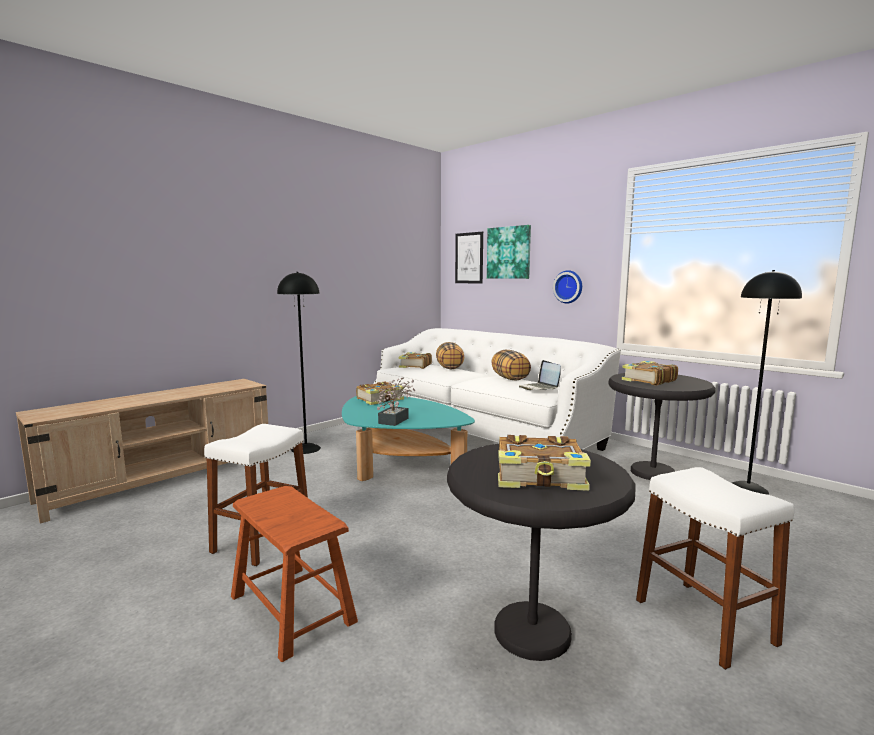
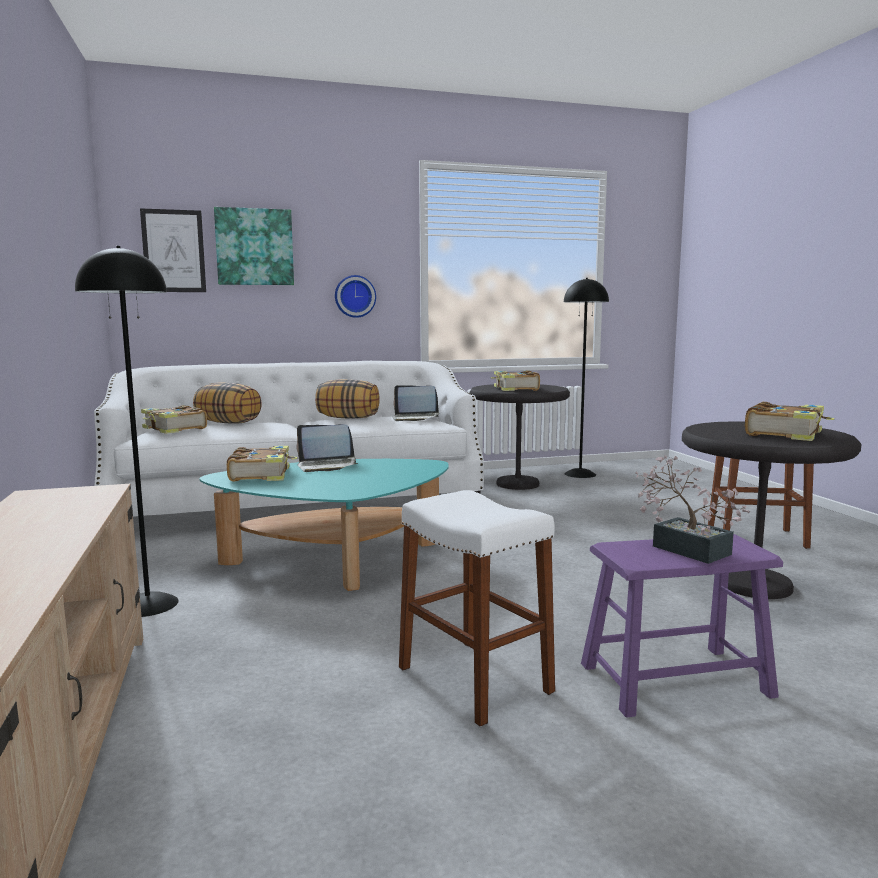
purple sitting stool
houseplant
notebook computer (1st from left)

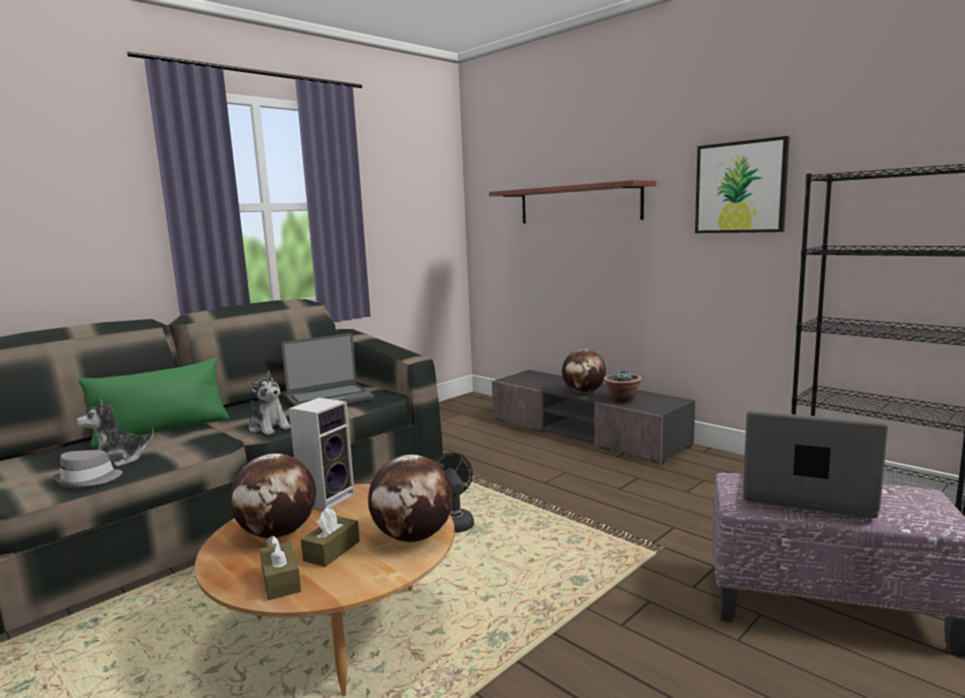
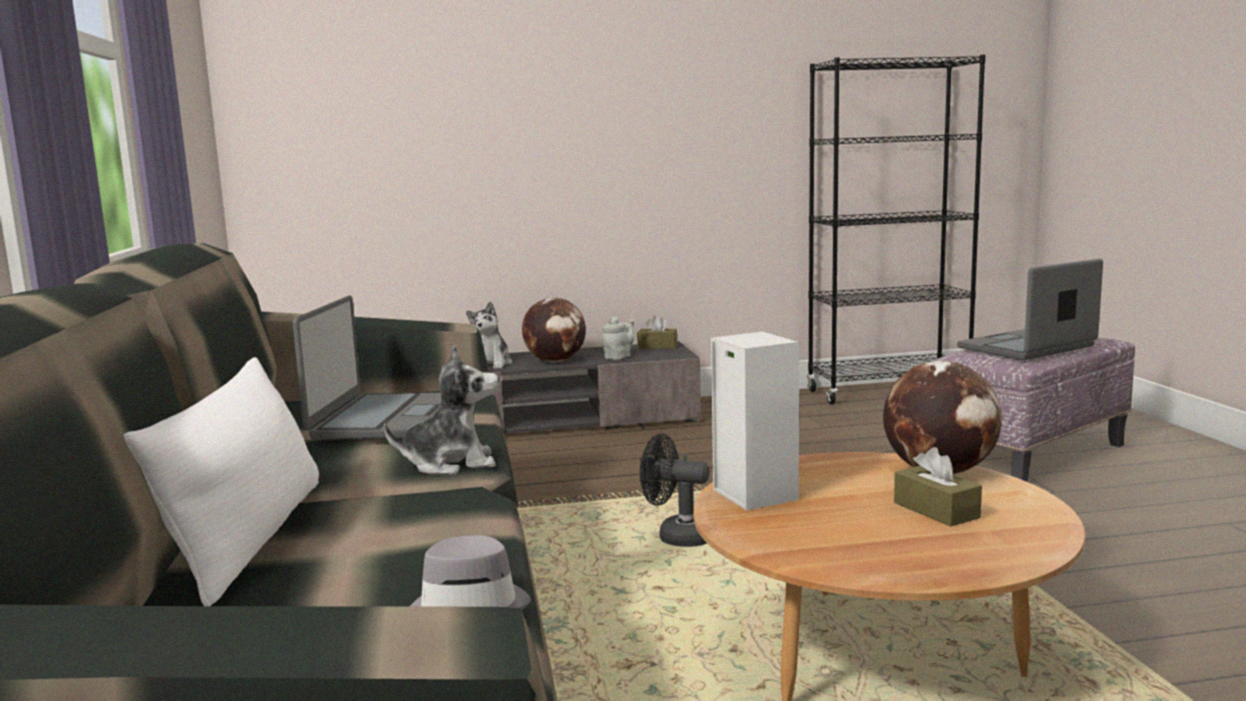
cuddly toy (2nd from left)
white pillow
desk globe (1st from left in the first image)
brown-coloured tissue box (1st from left)
wall shelf
gray teapot
wall art

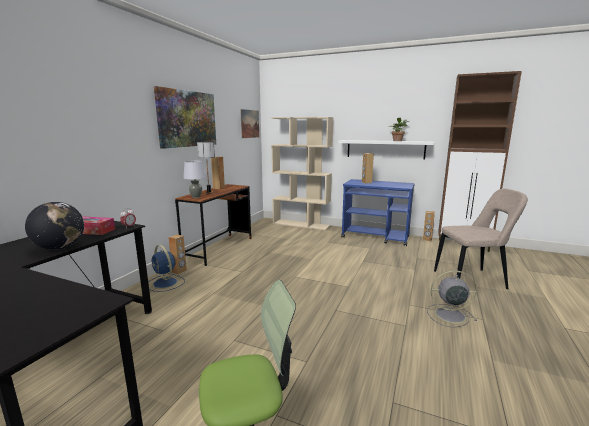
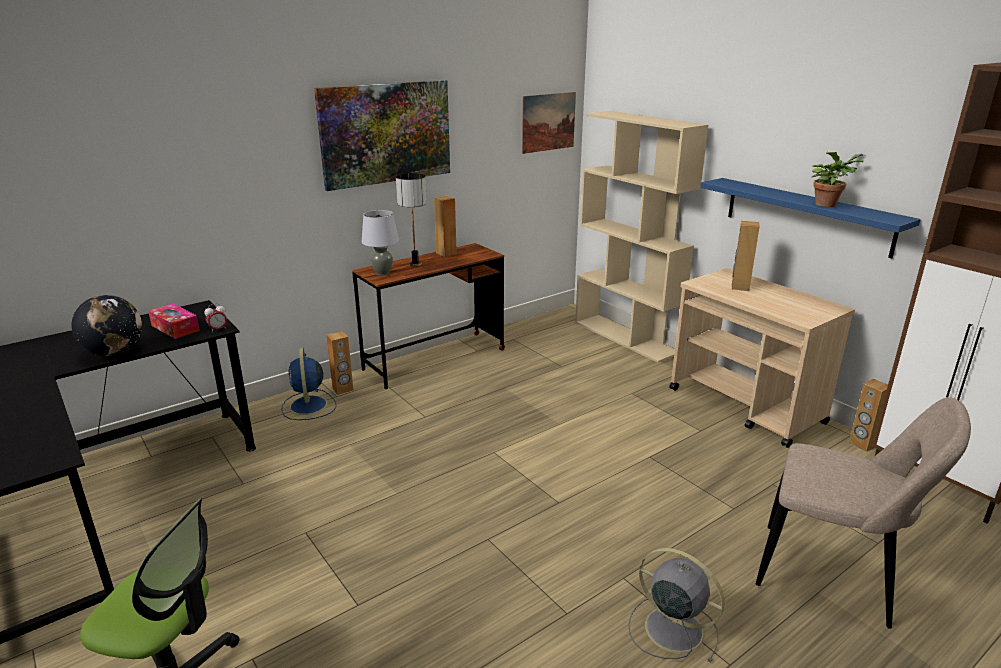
bluish wall shelf
beige-coloured wheeled cart

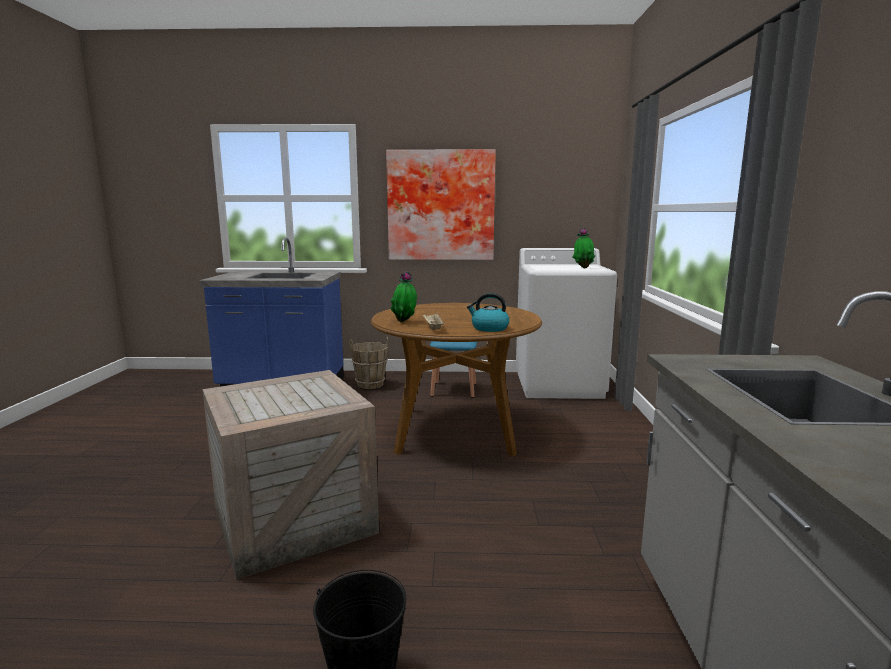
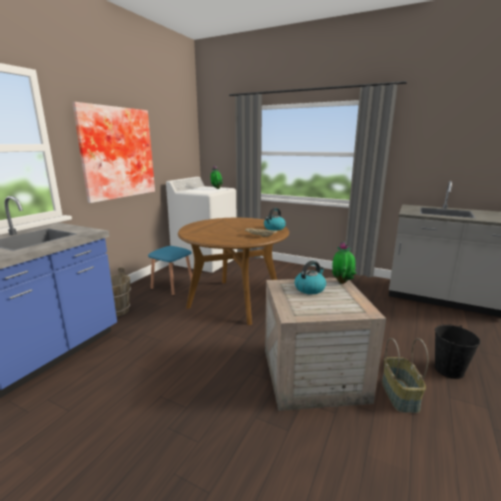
houseplant (2nd from left)
tea kettle (2nd from left)
storage basket

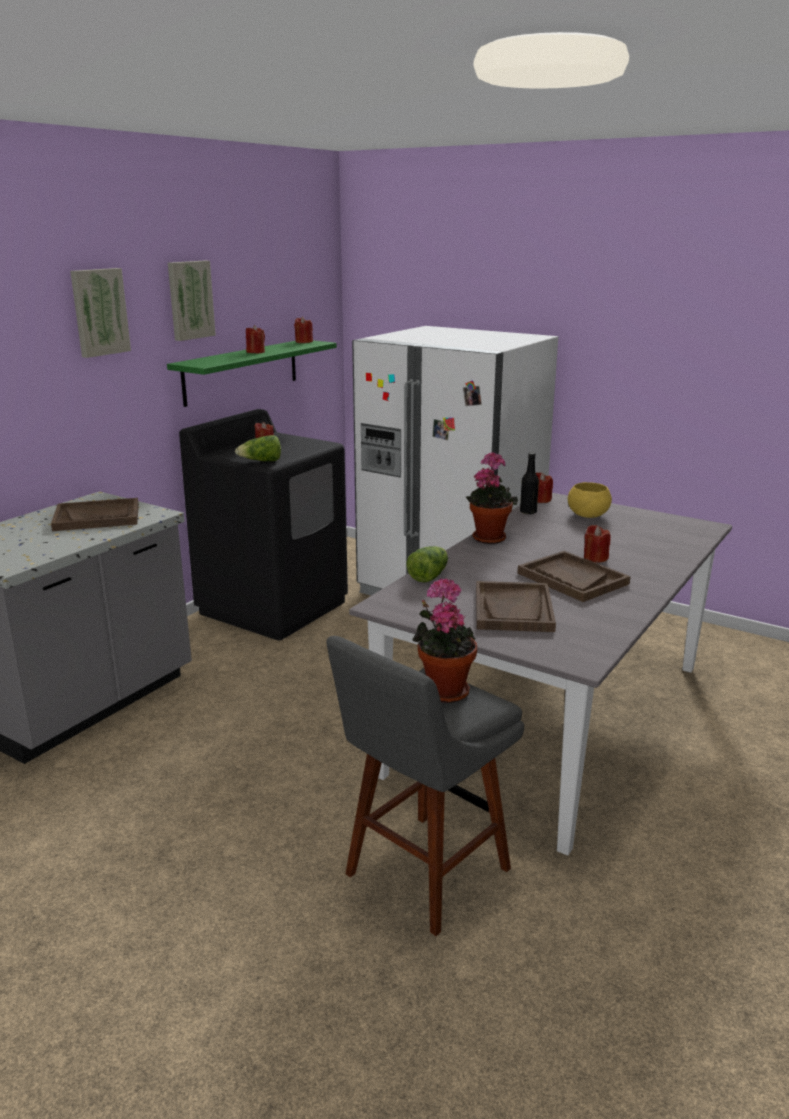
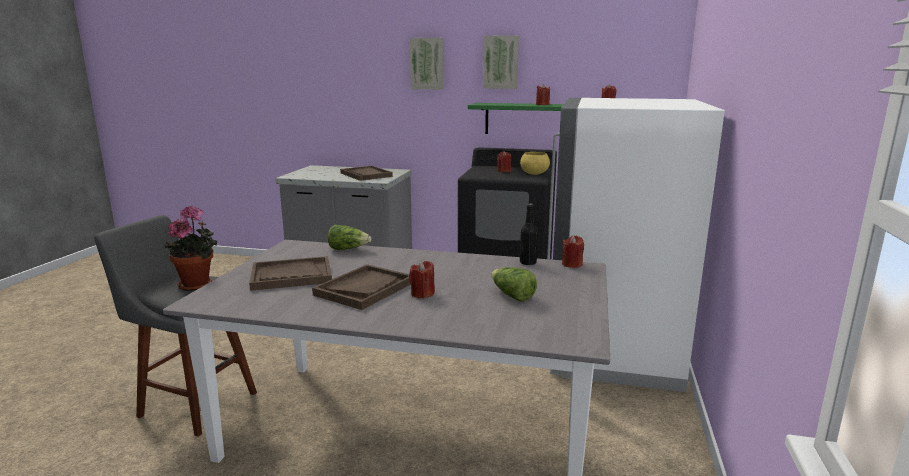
head of lettuce (2nd from left)
houseplant (2nd from left in the first image)
yellow-coloured deep dish

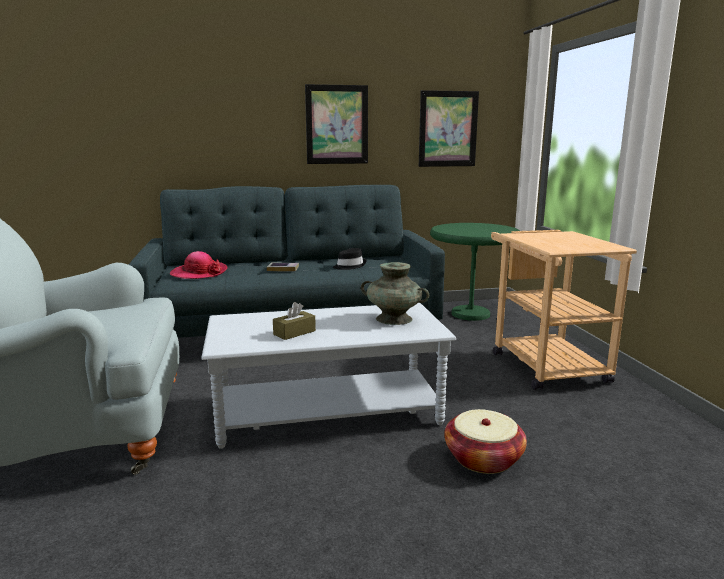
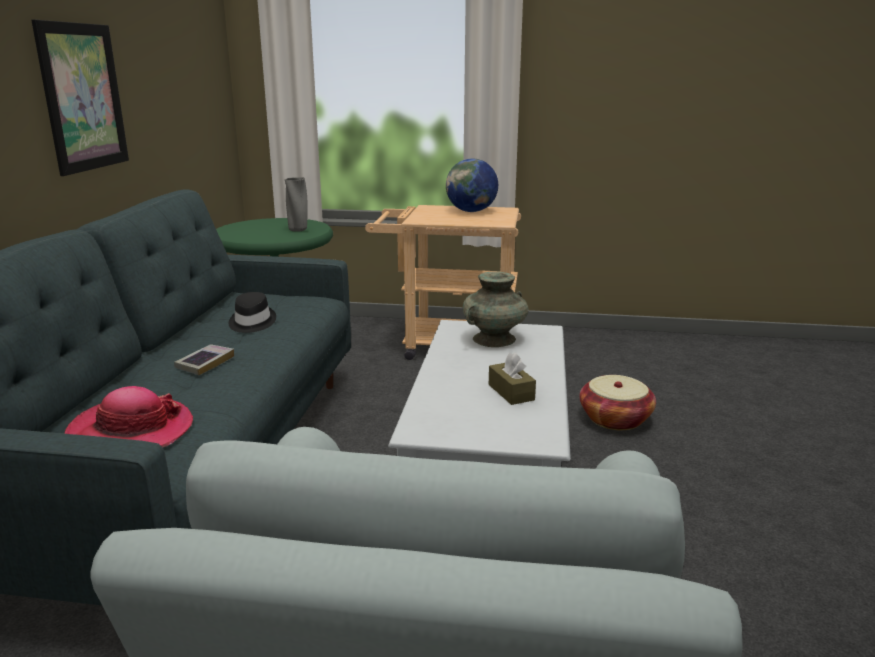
wall art (2nd from left in the first image)
gray flower vase
desk globe

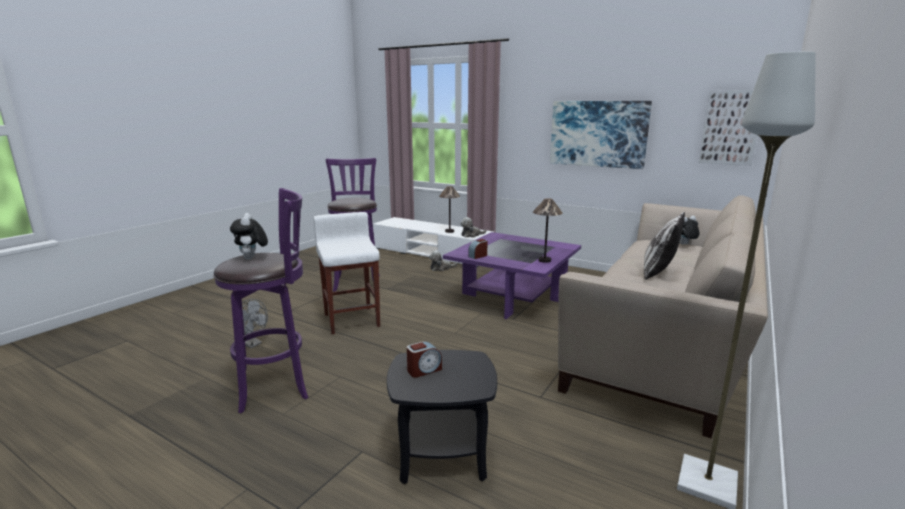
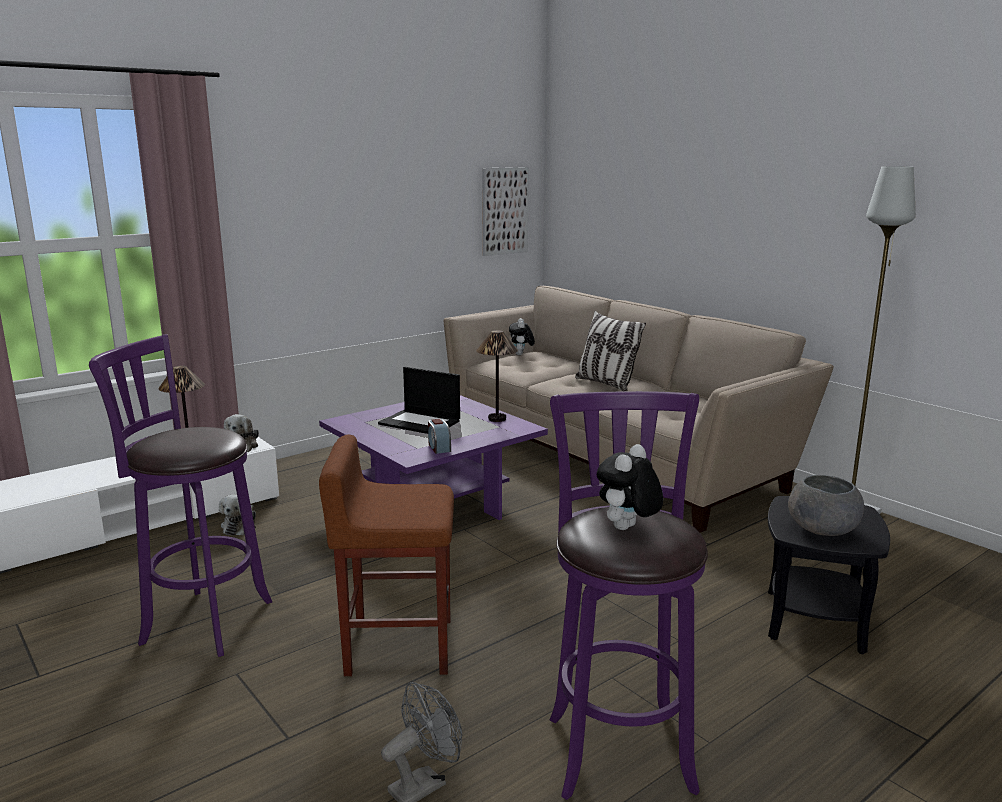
cuddly toy (4th from left)
brown-coloured sitting stool
gray deep dish
wall art (1st from left in the first image)
notebook computer

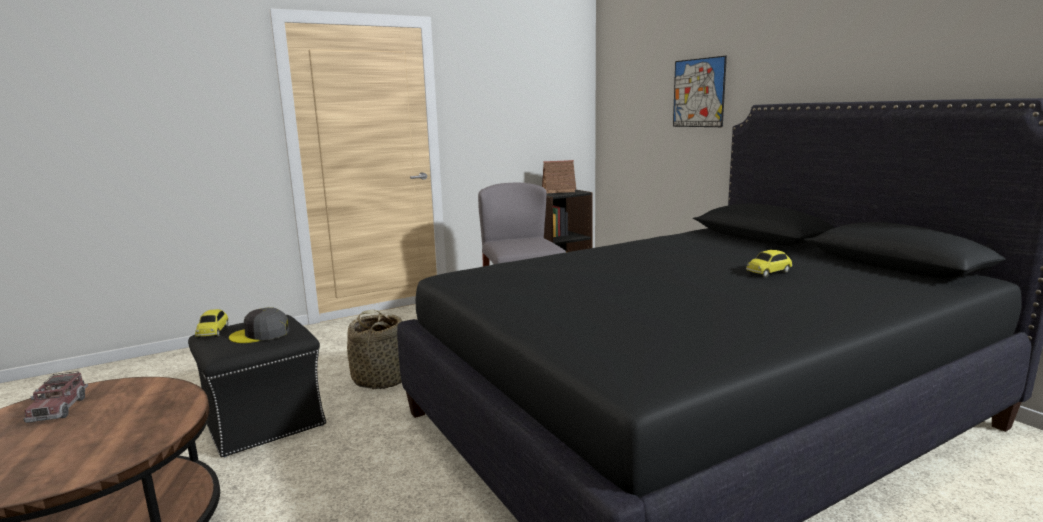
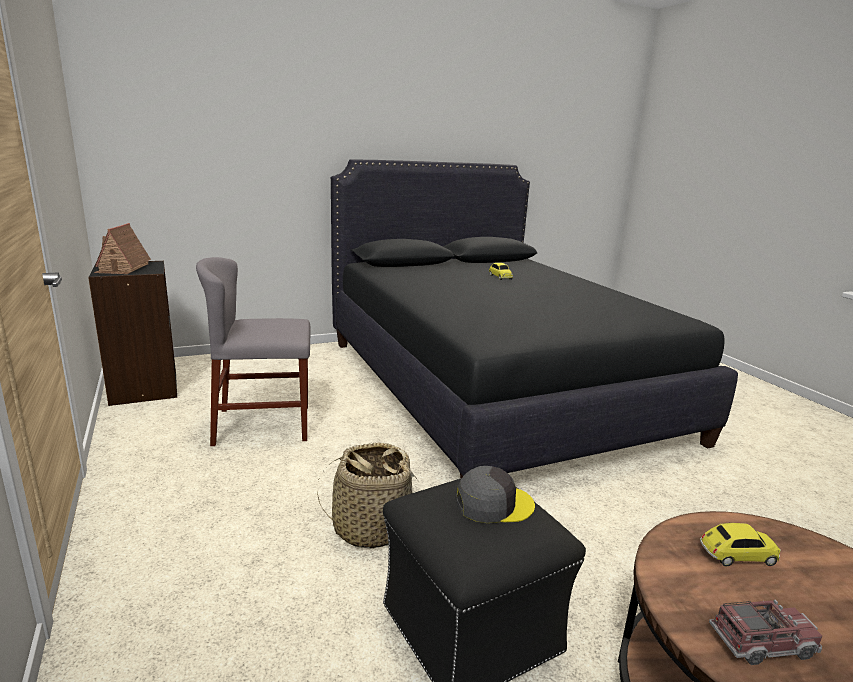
model car (2nd from left)
gray peaked cap
wall art

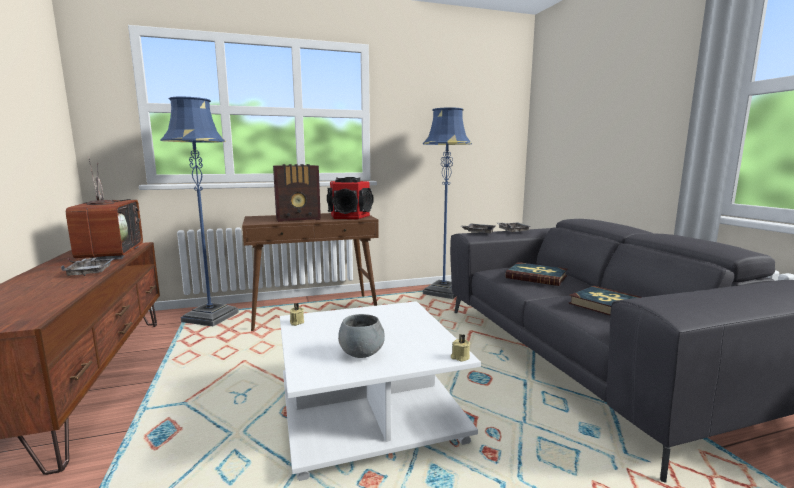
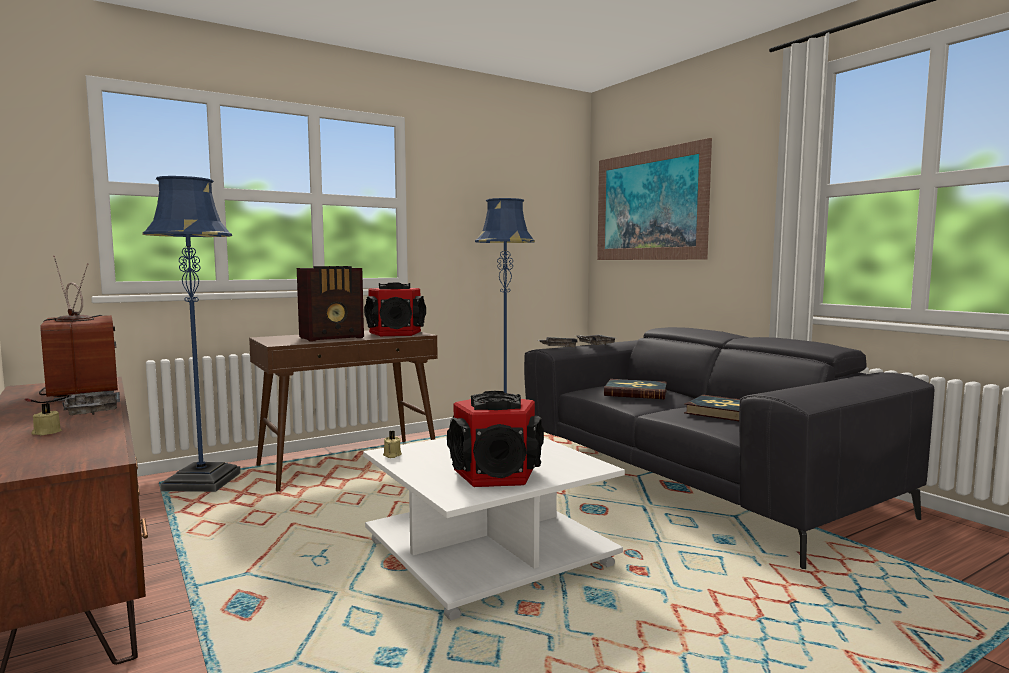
loudspeaker (2nd from left)
beige-coloured candle (1st from left)
wall art

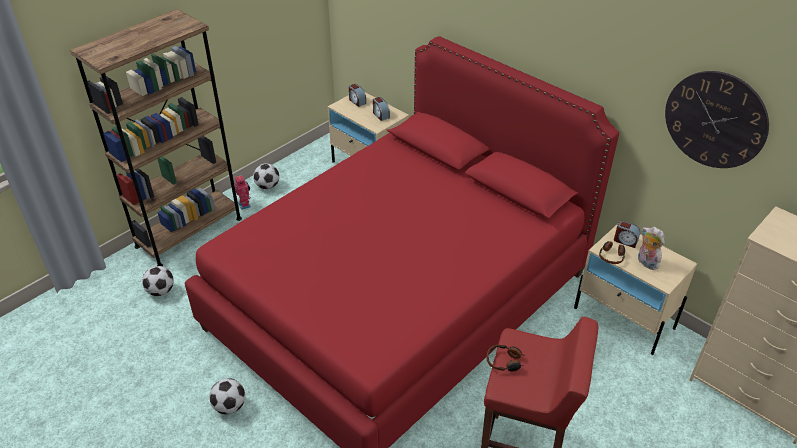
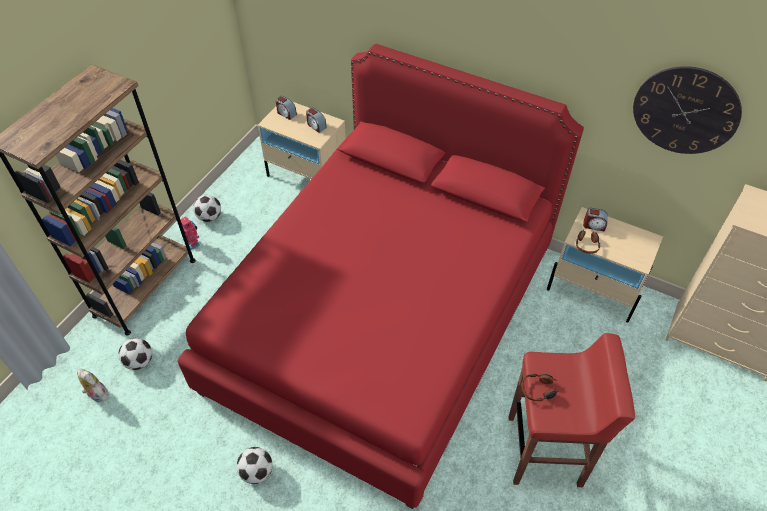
cuddly toy

